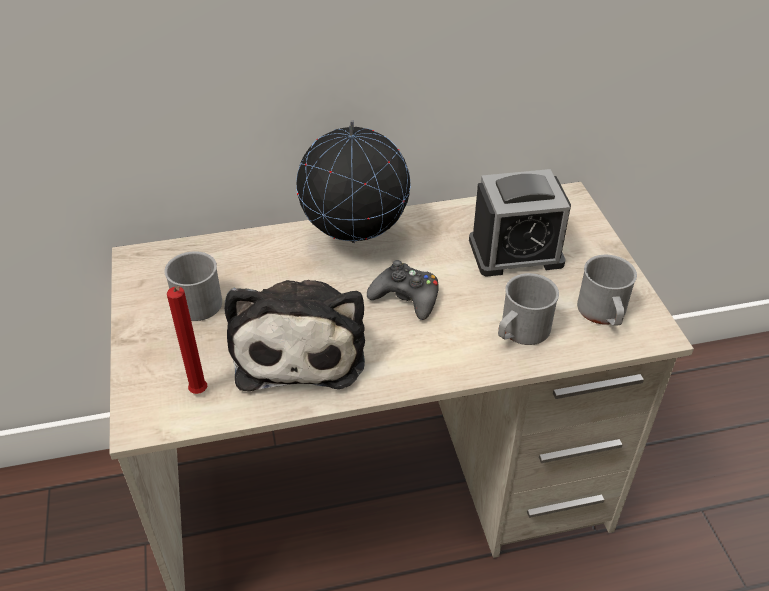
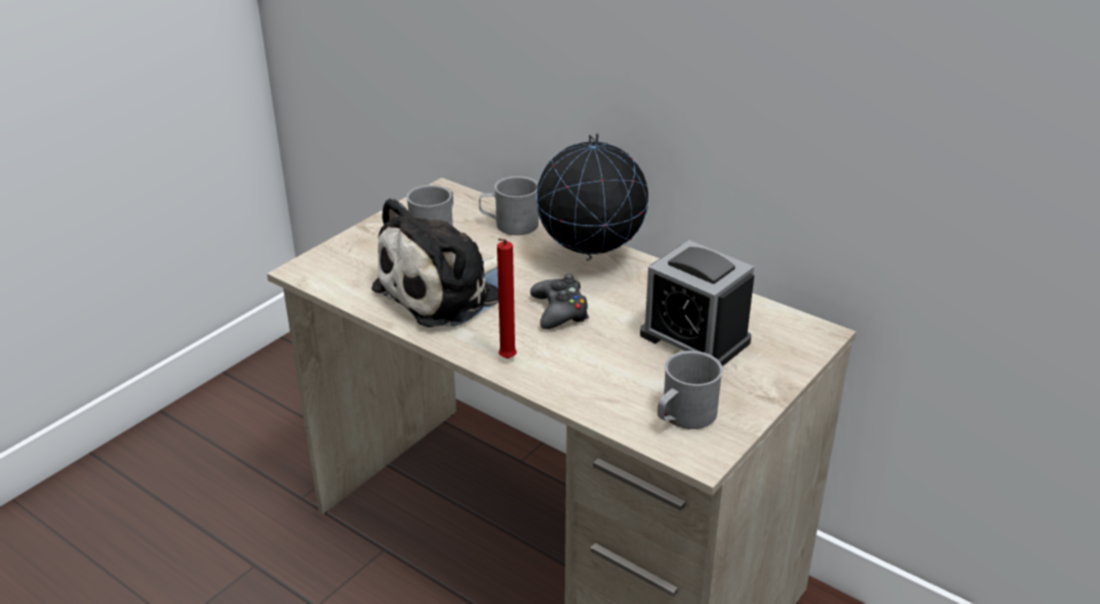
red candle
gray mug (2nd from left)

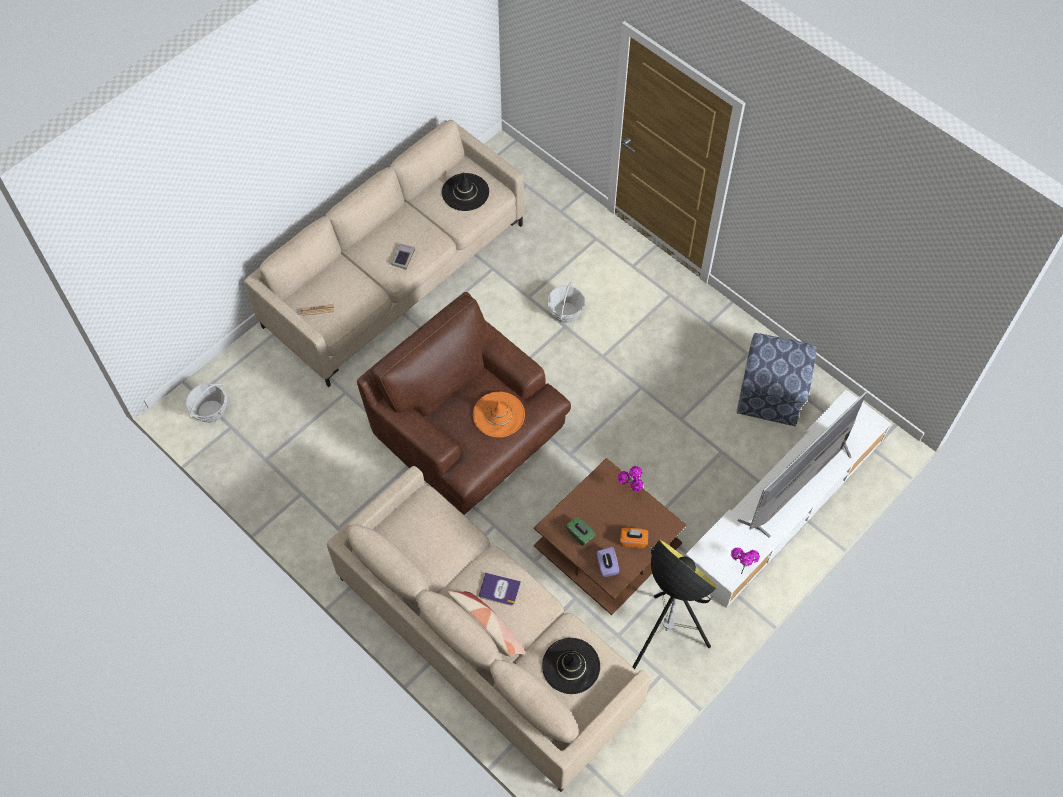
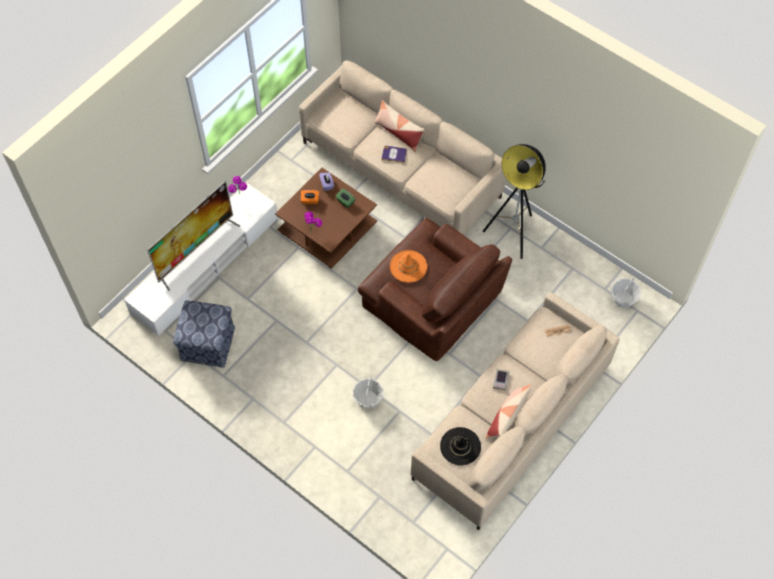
black-coloured wearable hat (2nd from left in the first image)
floor lamp
pillow (2nd from left)

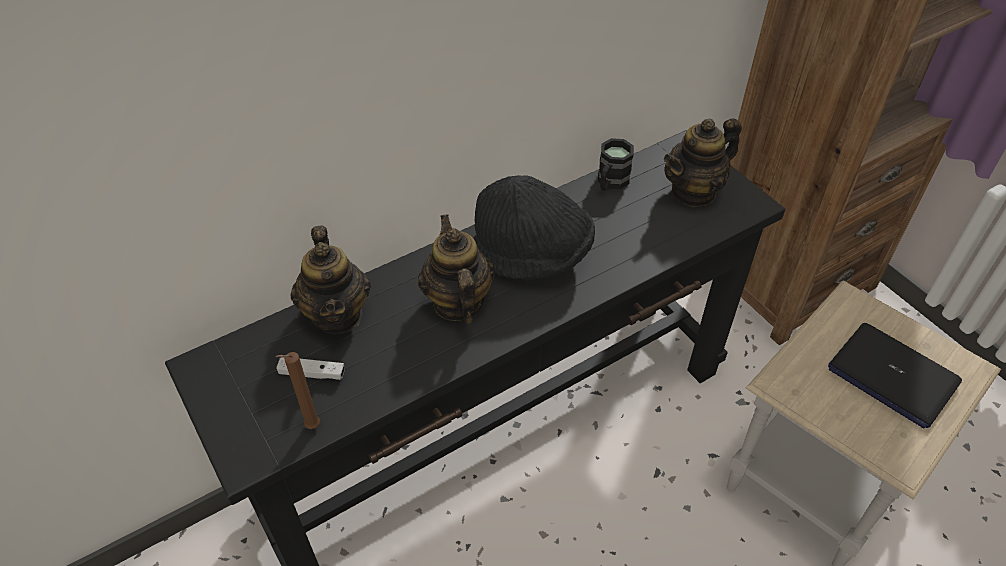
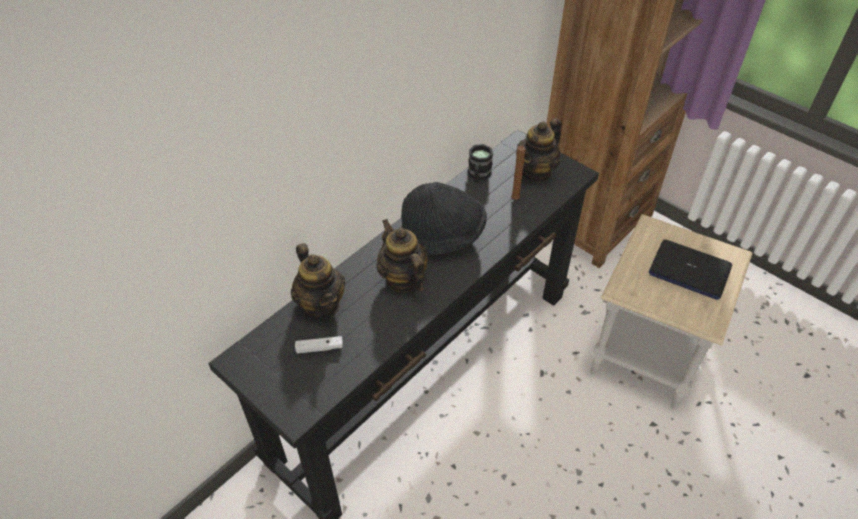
brown-coloured candle

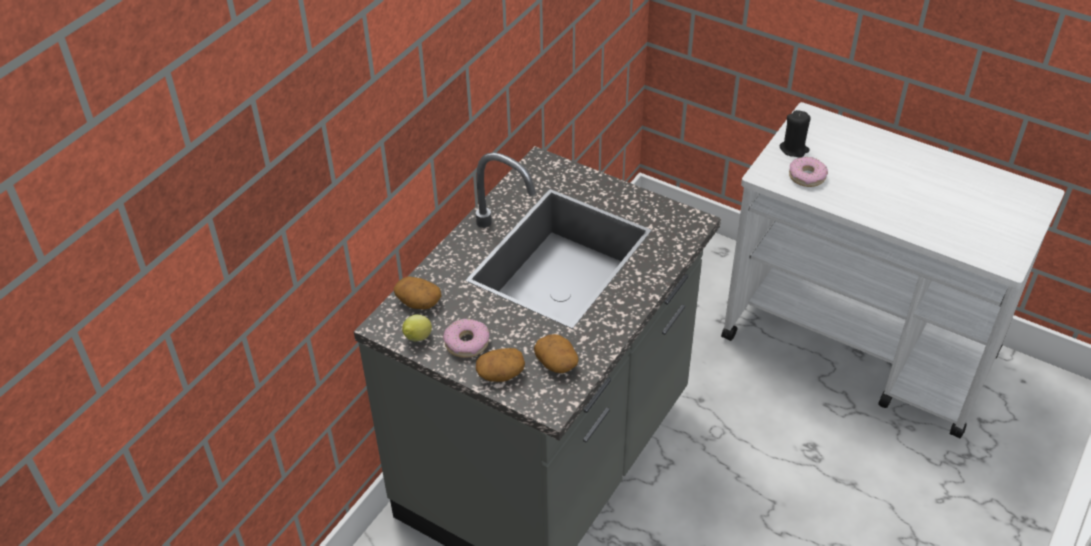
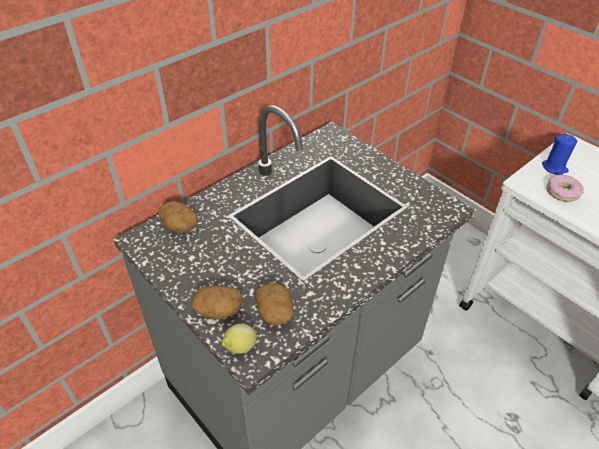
lemon
donut (1st from left in the first image)
bluish candle

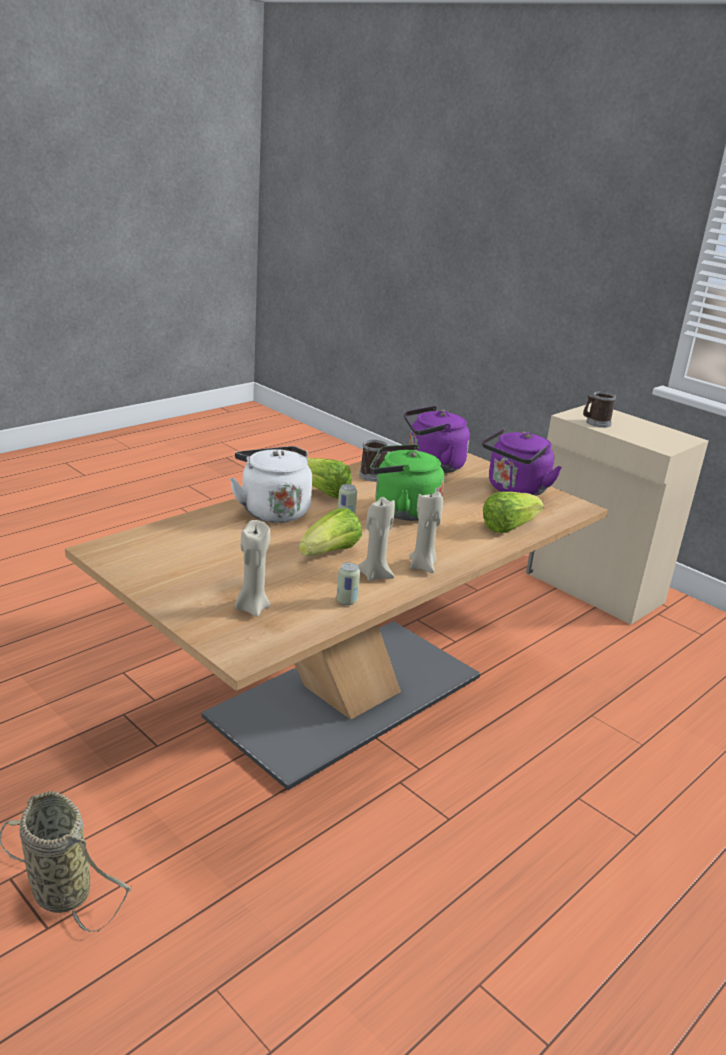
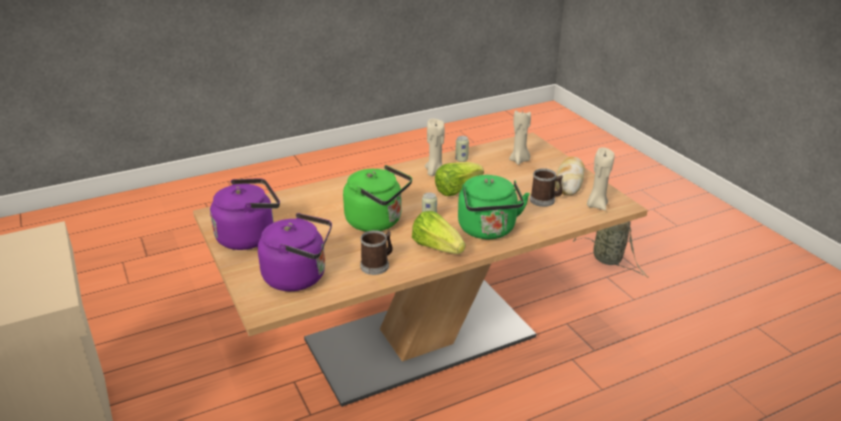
greenish tea kettle (2nd from left)
beige-coloured candle (3rd from left)
head of lettuce (3rd from left in the first image)
mug (2nd from left)
bakery bread

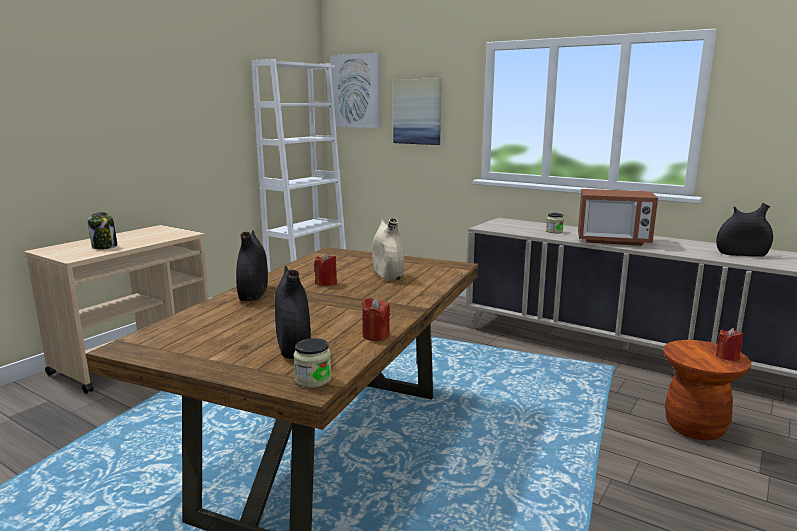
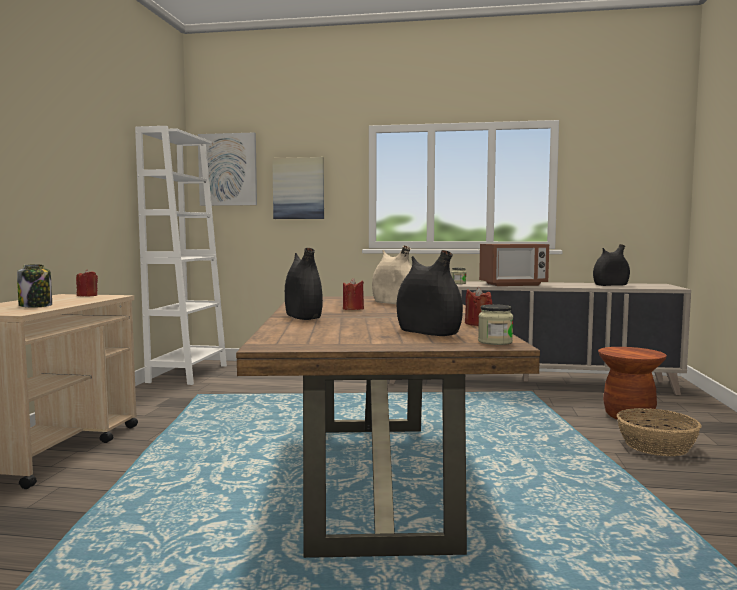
red candle (1st from left)
storage basket

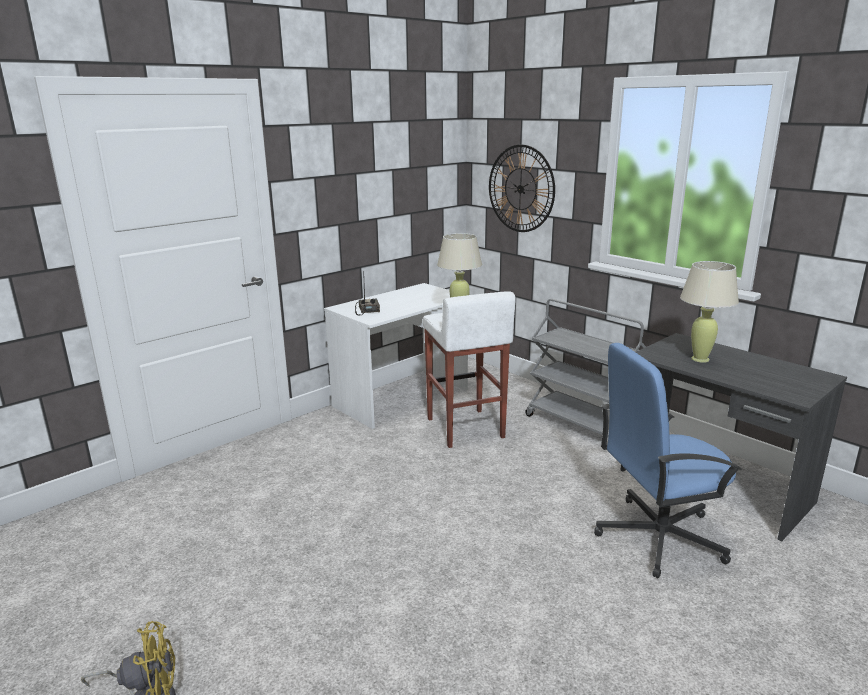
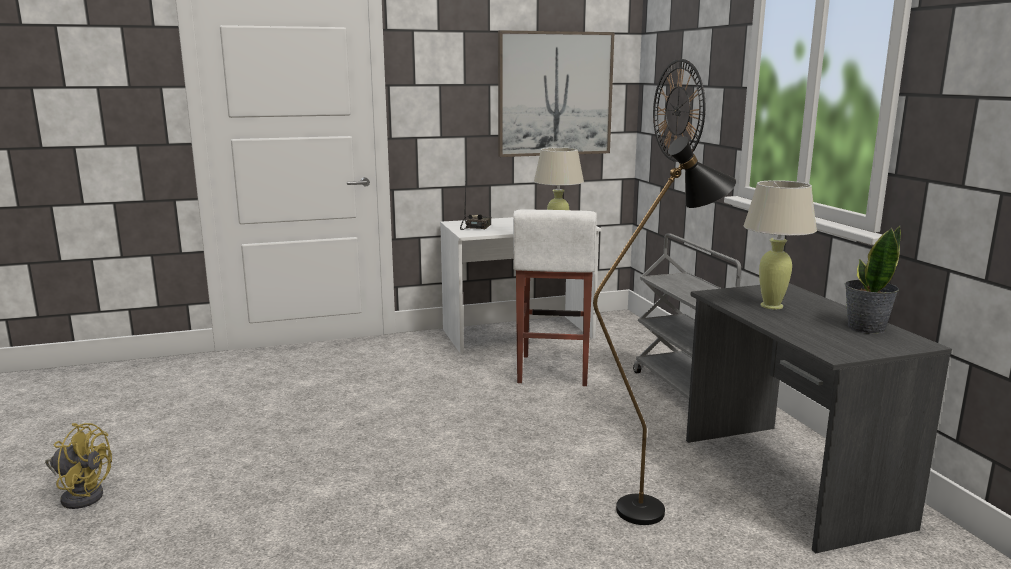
black-coloured floor lamp
wall art
houseplant

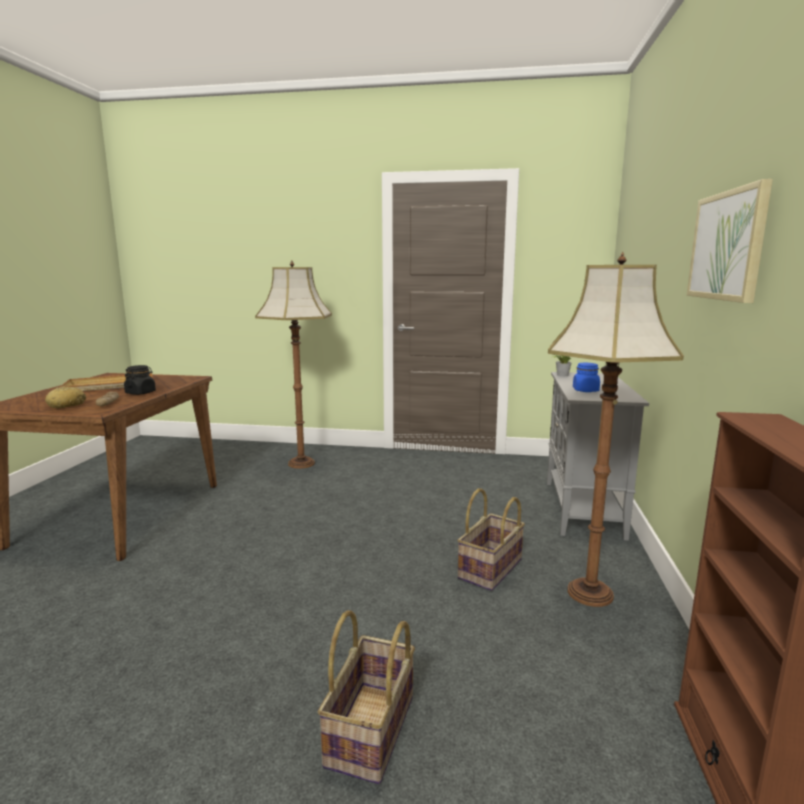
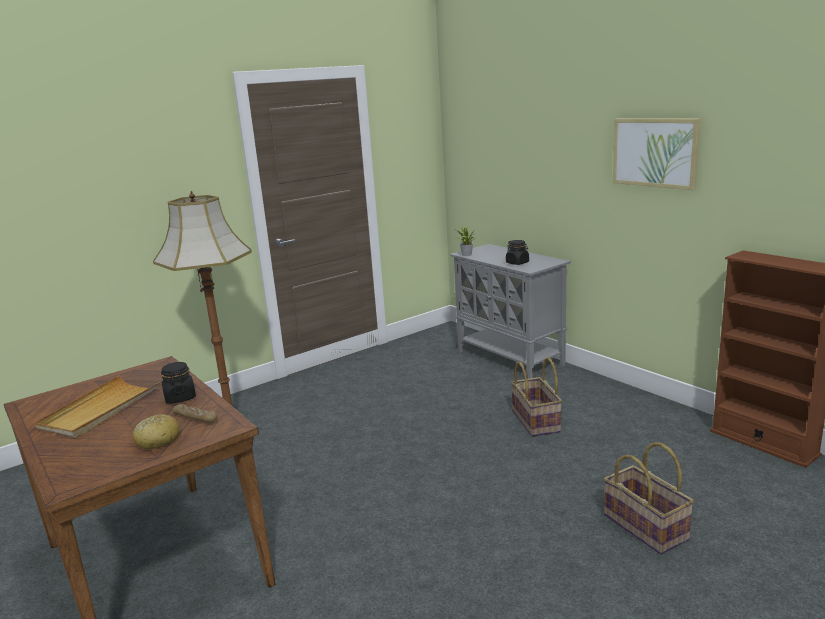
floor lamp (2nd from left in the first image)
black-coloured jar (2nd from left)

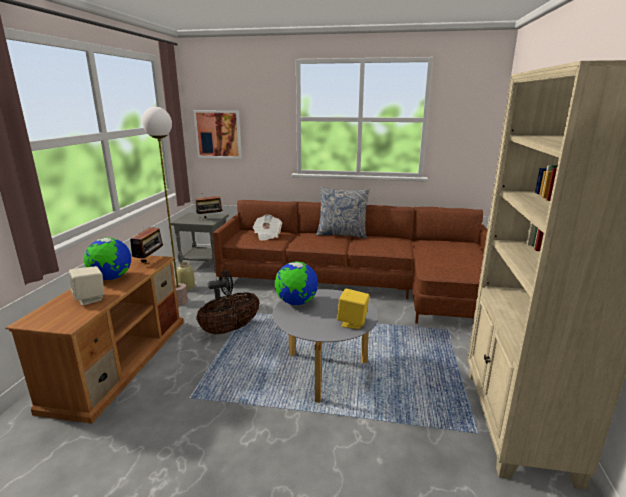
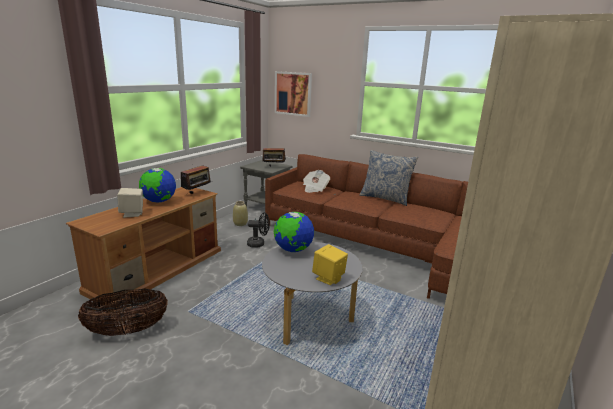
floor lamp
storage basket

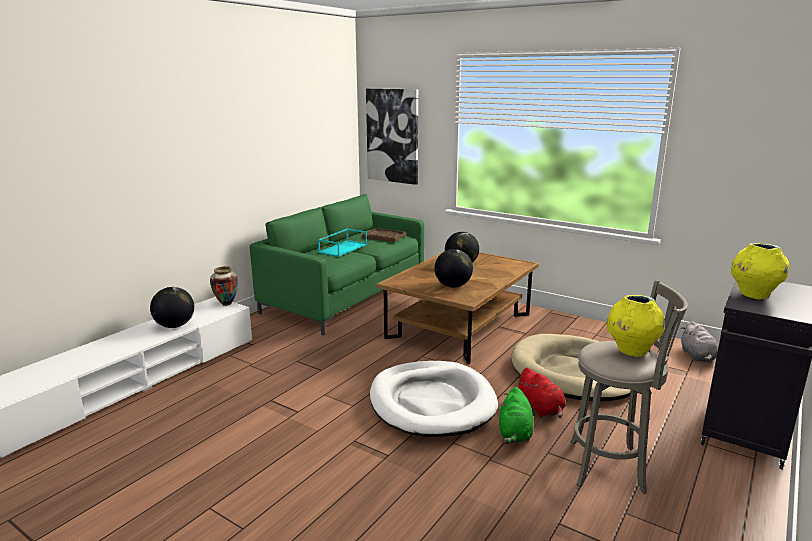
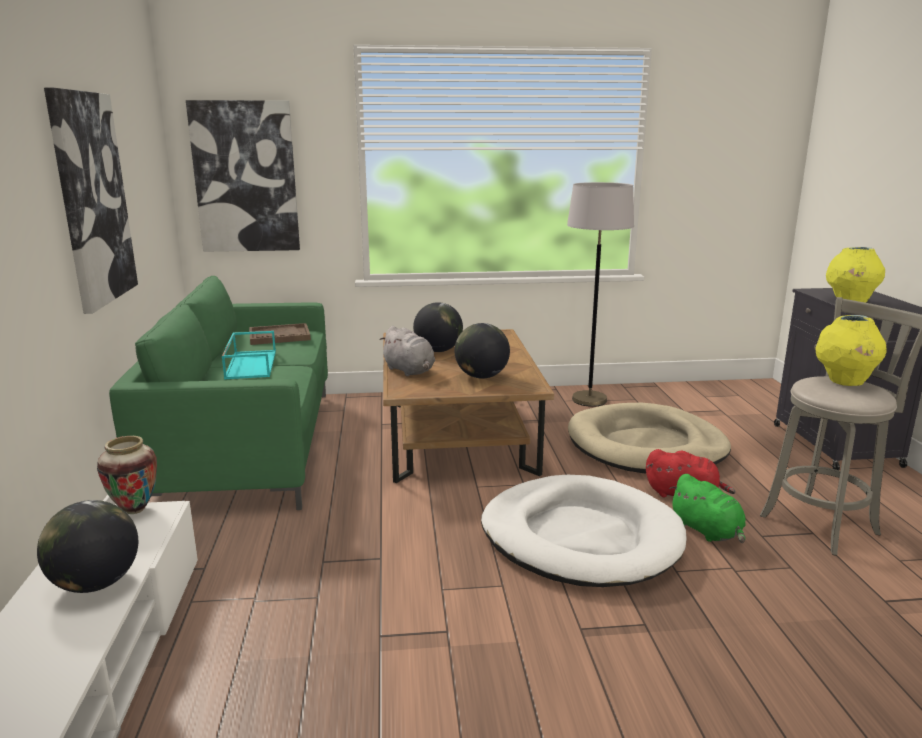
gray cuddly toy
wall art (1st from left)
gray floor lamp

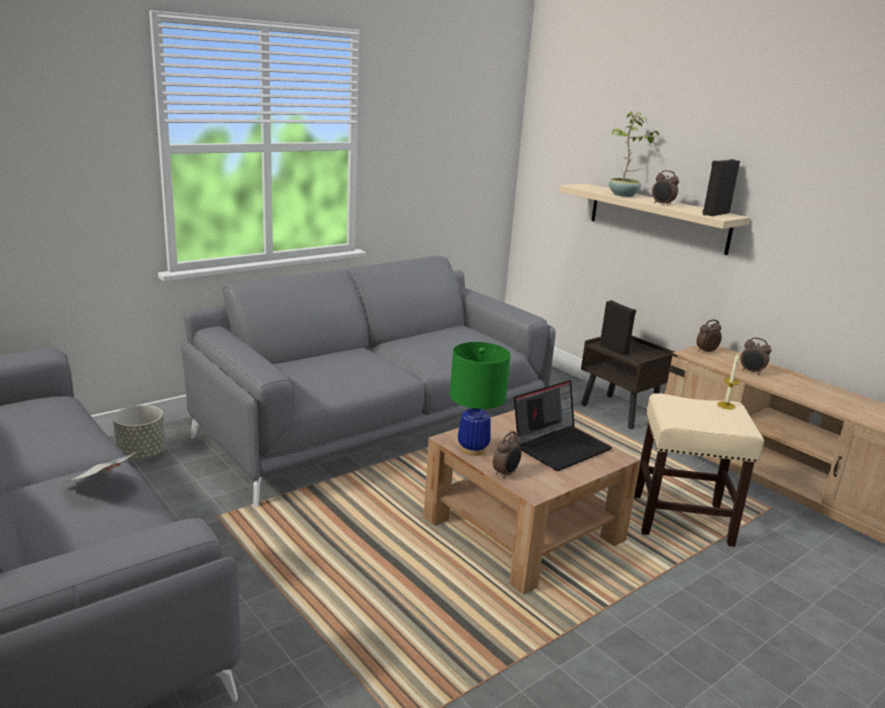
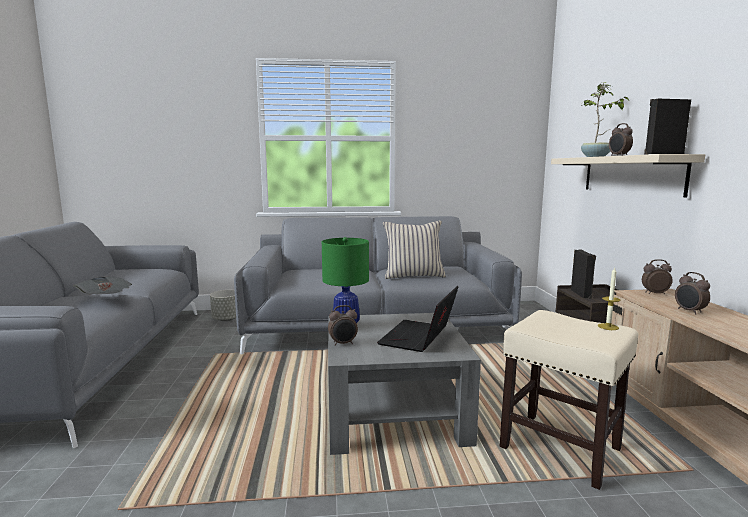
gray coffee table
notebook computer
beige-coloured pillow

